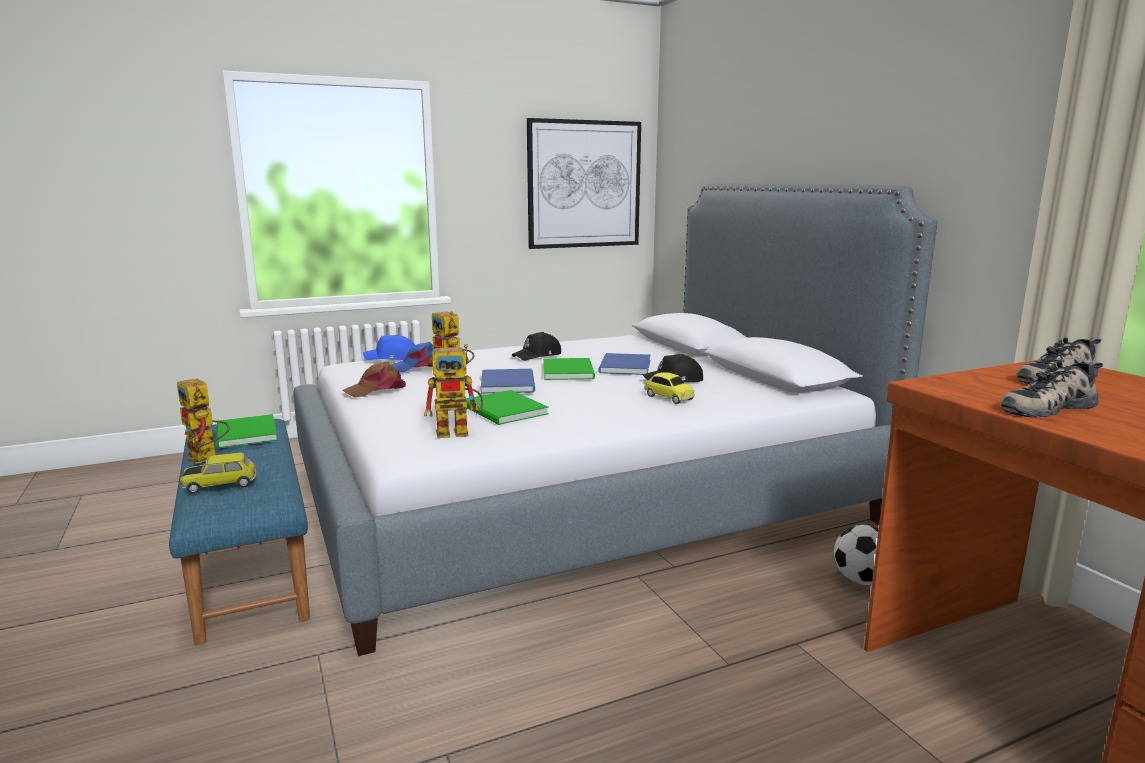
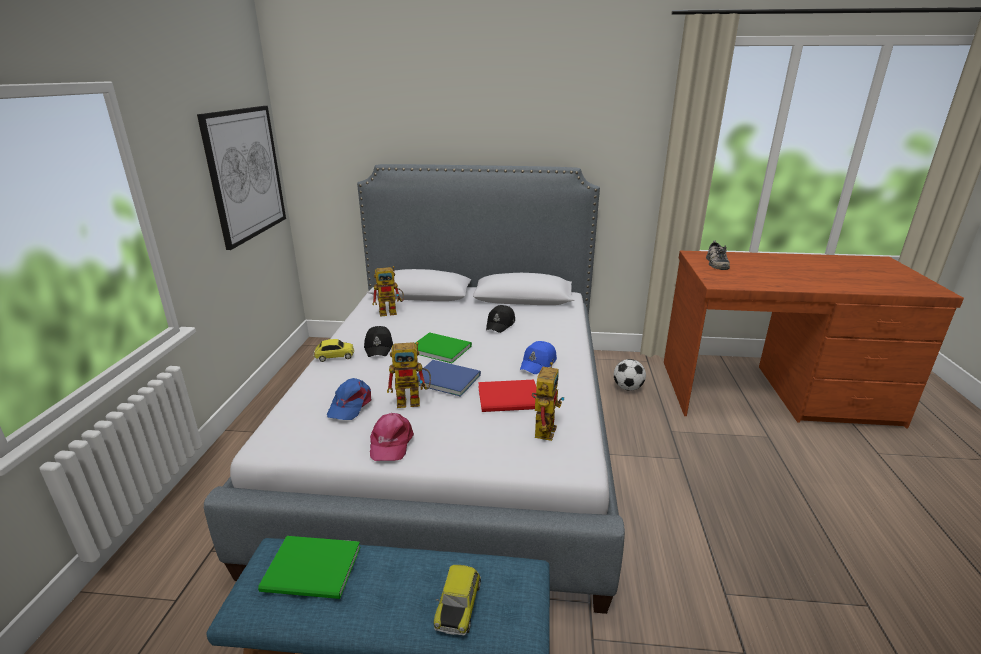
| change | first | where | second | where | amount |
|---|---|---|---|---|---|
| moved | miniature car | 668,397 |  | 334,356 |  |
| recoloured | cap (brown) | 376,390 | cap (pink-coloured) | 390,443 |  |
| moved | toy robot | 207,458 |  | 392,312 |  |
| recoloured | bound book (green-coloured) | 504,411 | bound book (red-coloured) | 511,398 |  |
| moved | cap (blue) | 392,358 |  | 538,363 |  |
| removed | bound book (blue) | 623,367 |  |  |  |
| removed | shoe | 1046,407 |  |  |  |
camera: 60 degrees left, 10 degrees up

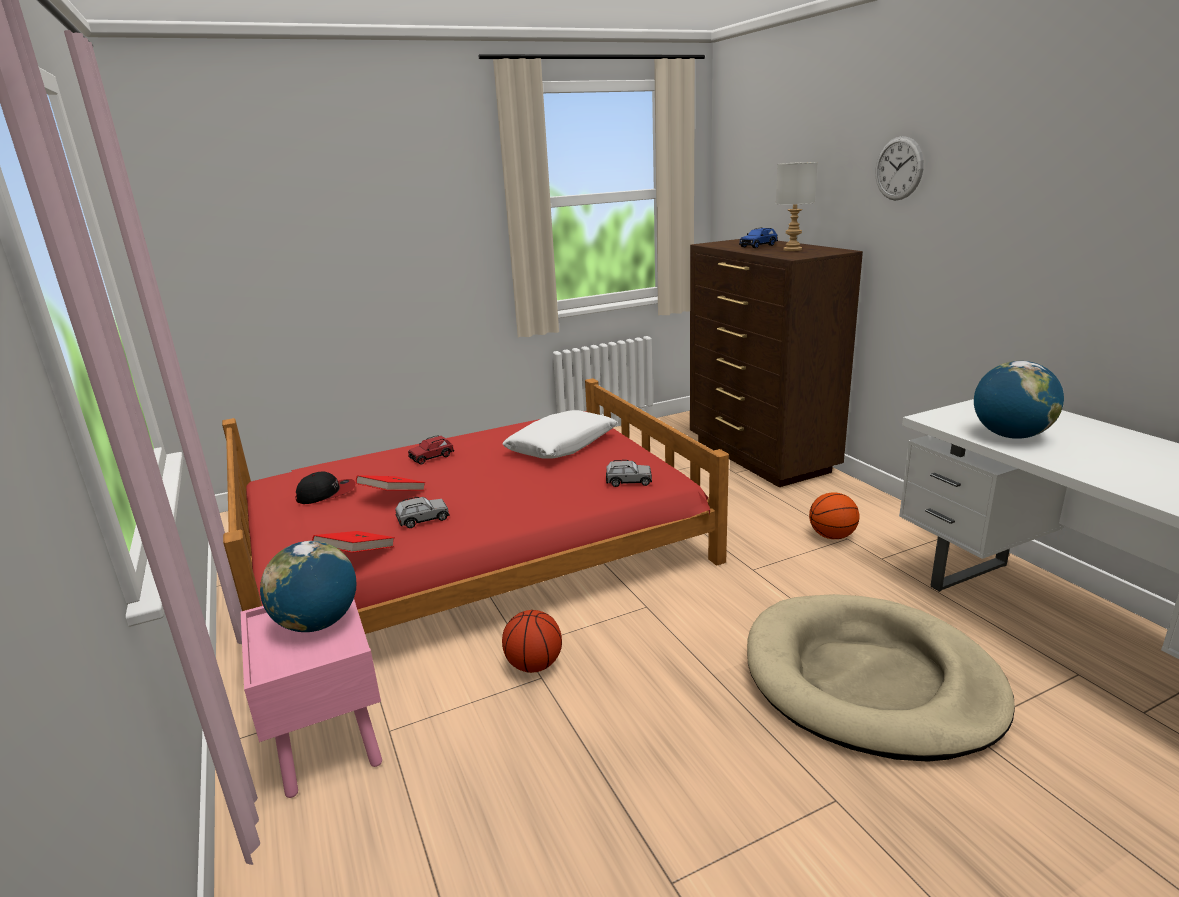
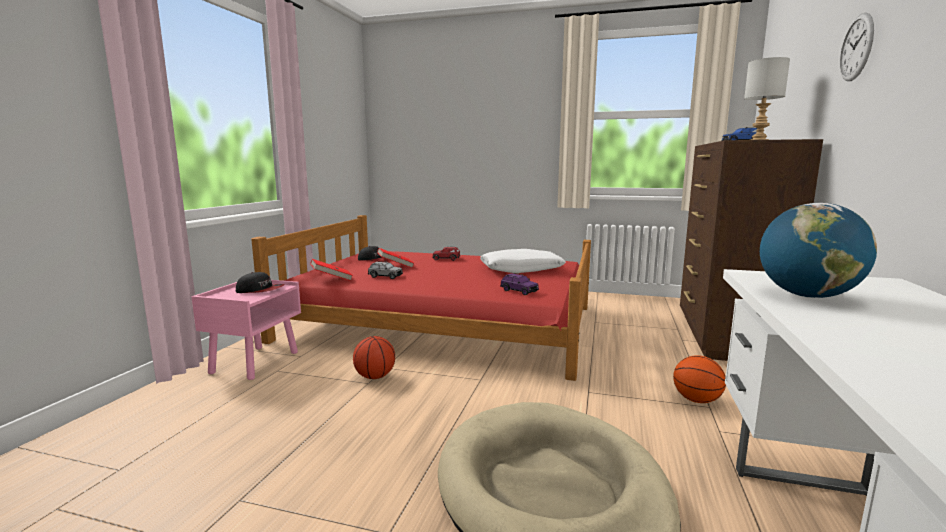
| change | first | where | second | where | amount |
|---|---|---|---|---|---|
| replaced | globe | 318,623 | cap | 260,290 |  |
| recoloured | miniature car (grey) | 628,481 | miniature car (purplish) | 519,291 |  |
camera: 40 degrees right, 10 degrees down

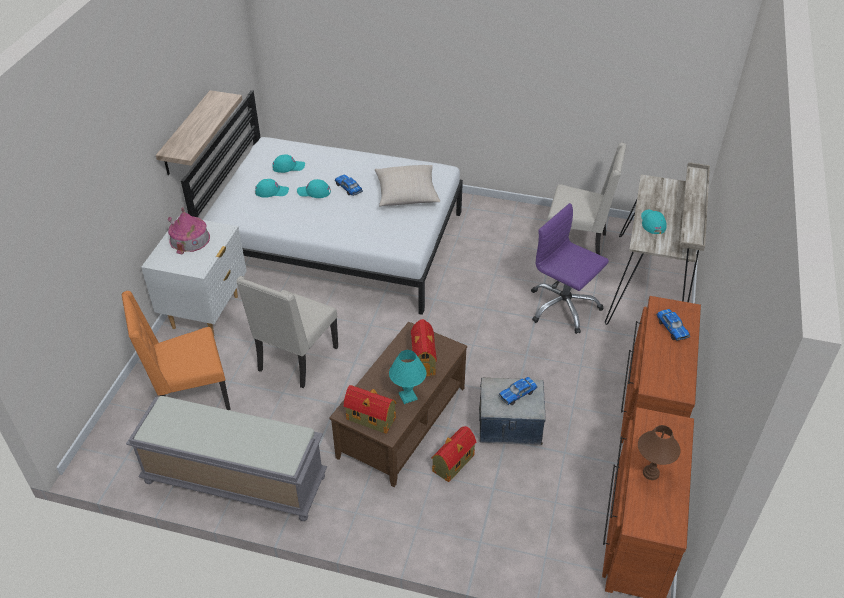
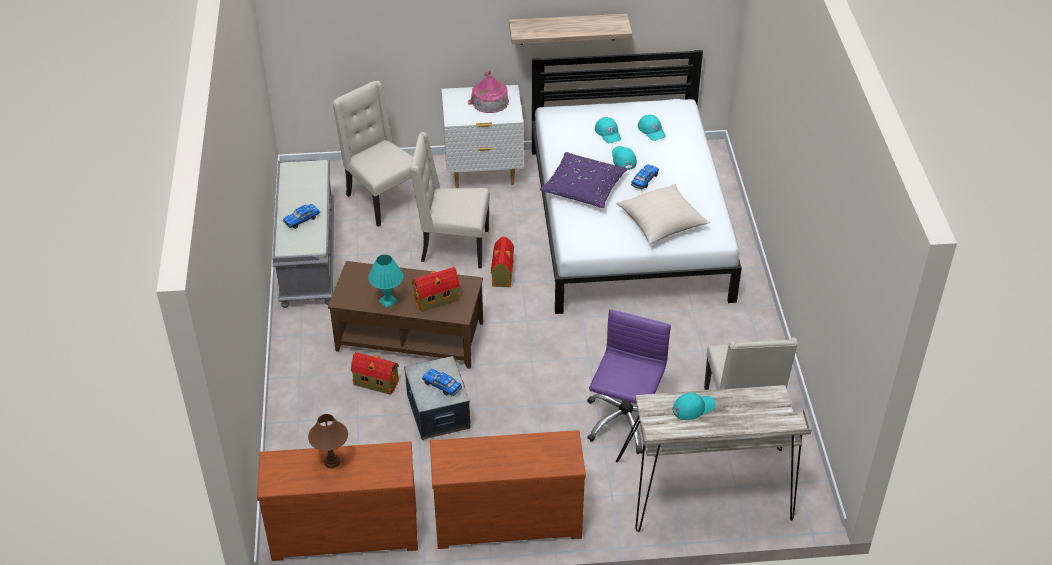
| change | first | where | second | where | amount |
|---|---|---|---|---|---|
| moved | miniature car | 671,328 |  | 302,219 |  |
| recoloured | upright chair (orangey) | 190,397 | upright chair (beige) | 382,199 |  |
| moved | toy house | 372,419 |  | 502,274 |  |
| added |  |  | pillow (purplish) | 583,187 |  |
camera: 70 degrees right, 0 degrees up

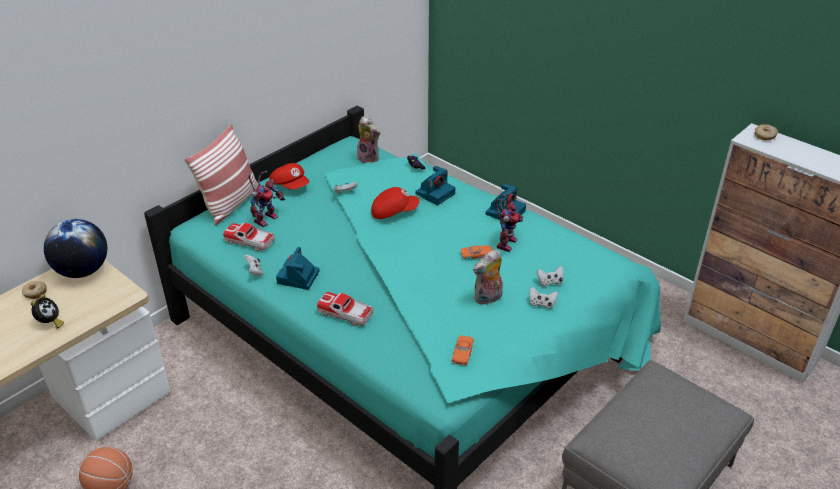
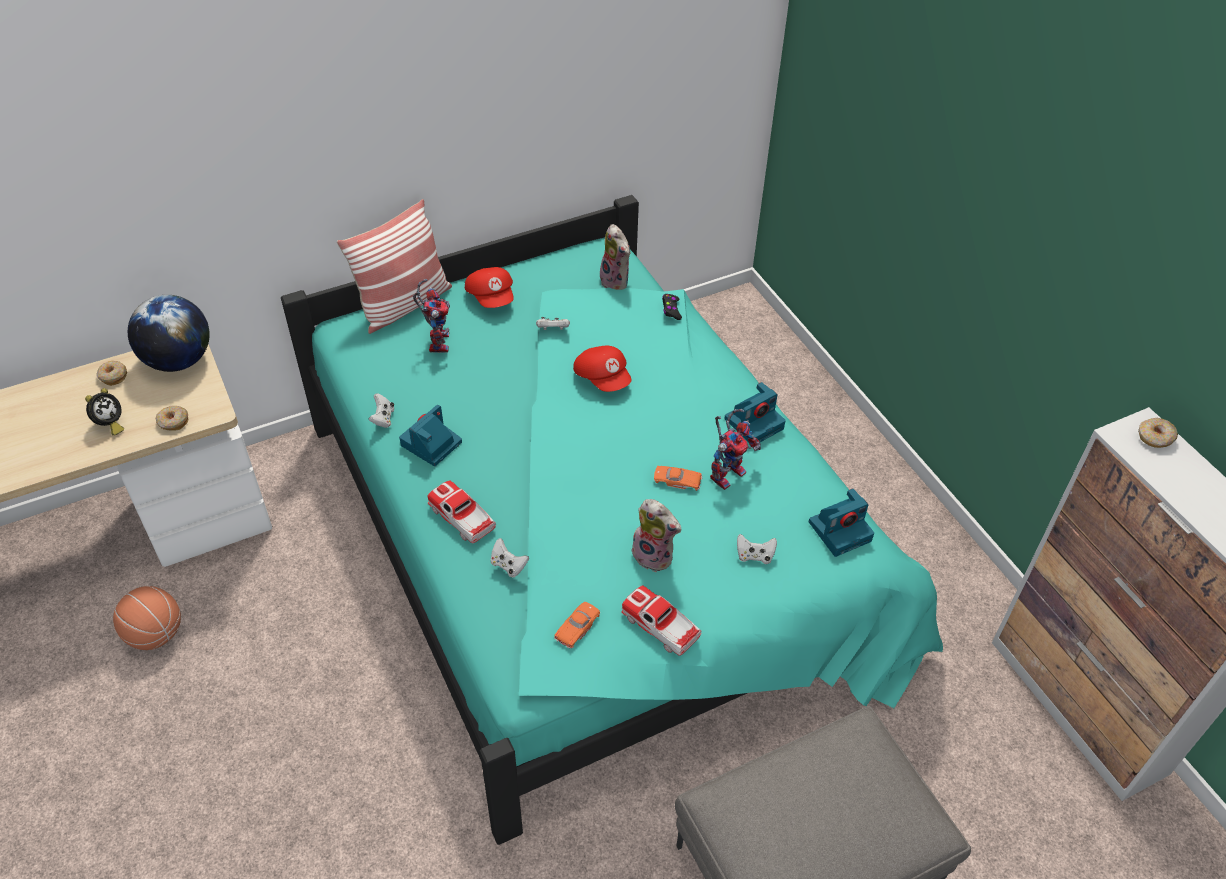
| change | first | where | second | where | amount |
|---|---|---|---|---|---|
| added |  |  | doughnut | 173,422 |  |
| turned | toy robot | 266,218 |  | 436,340 | 60 degrees counterclockwise |
| moved | game controller (white) | 541,304 |  | 508,565 |  |
| turned | cap (red-coloured) | 394,212 |  | 603,378 | 45 degrees clockwise |
| moved | miniature car | 250,241 |  | 661,626 |  |
| turned | soft toy | 488,299 |  | 655,555 | 135 degrees counterclockwise |
| moved | photo camera | 435,193 |  | 840,530 |  |
camera: 20 degrees right, 10 degrees up

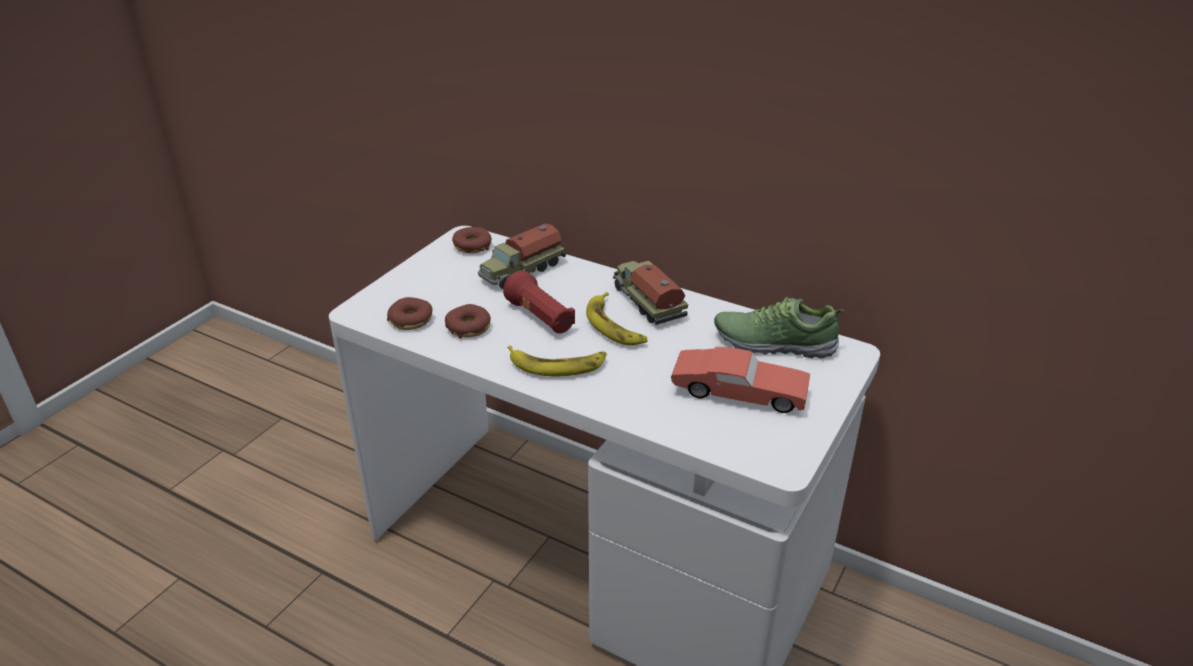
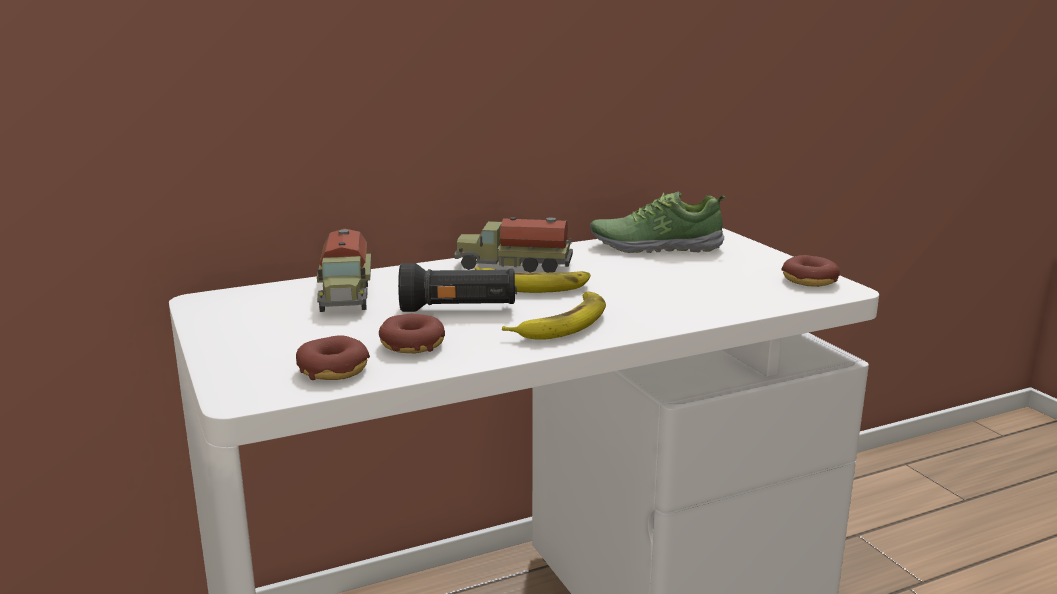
| change | first | where | second | where | amount |
|---|---|---|---|---|---|
| recoloured | torch (red-coloured) | 540,318 | torch (blackish) | 459,309 |  |
| turned | shoe | 774,343 |  | 655,246 | 45 degrees clockwise |
| moved | doughnut | 472,246 |  | 809,280 |  |
| removed | miniature car (red-coloured) | 738,394 |  |  |  |
camera: 55 degrees left, 15 degrees down

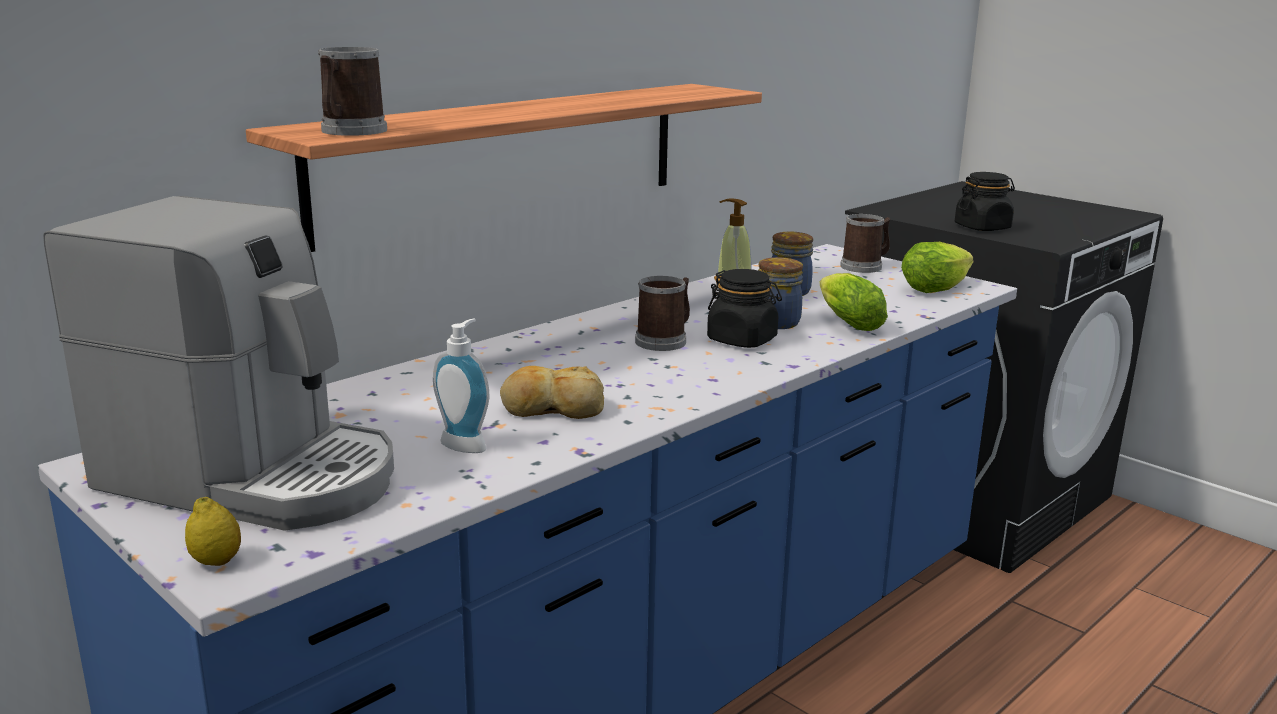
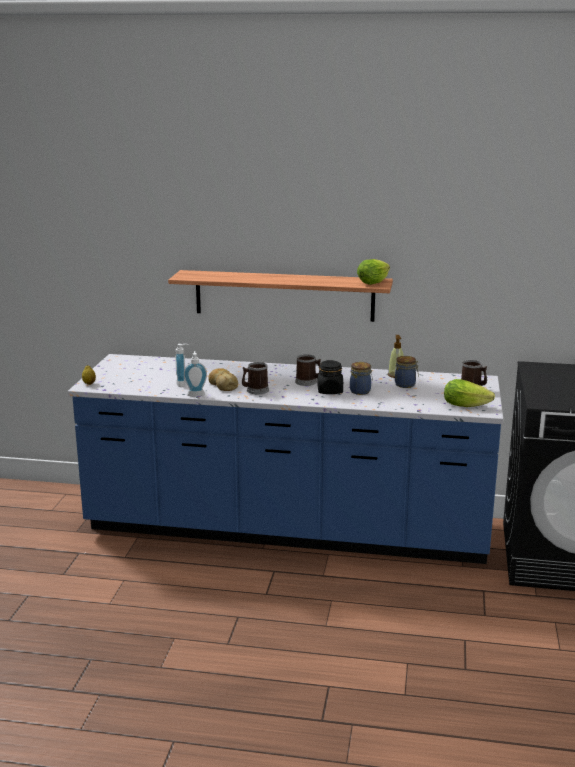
| change | first | where | second | where | amount |
|---|---|---|---|---|---|
| added |  |  | soap bottle | 196,394 |  |
| moved | mug | 350,131 |  | 255,390 |  |
| moved | lettuce head | 846,322 |  | 375,281 |  |
| removed | coffee maker | 254,476 |  |  |  |
| removed | storage jar (blackish) | 982,227 |  |  |  |
camera: 55 degrees right, 0 degrees up

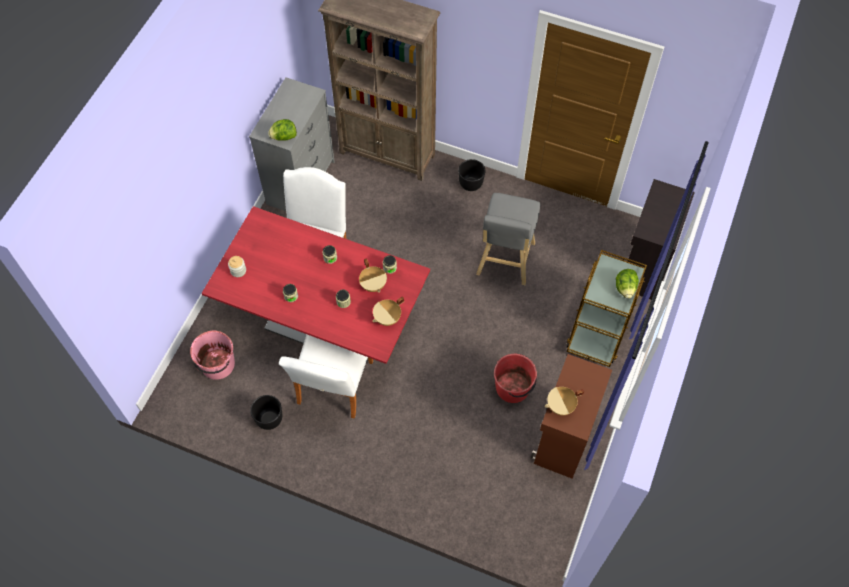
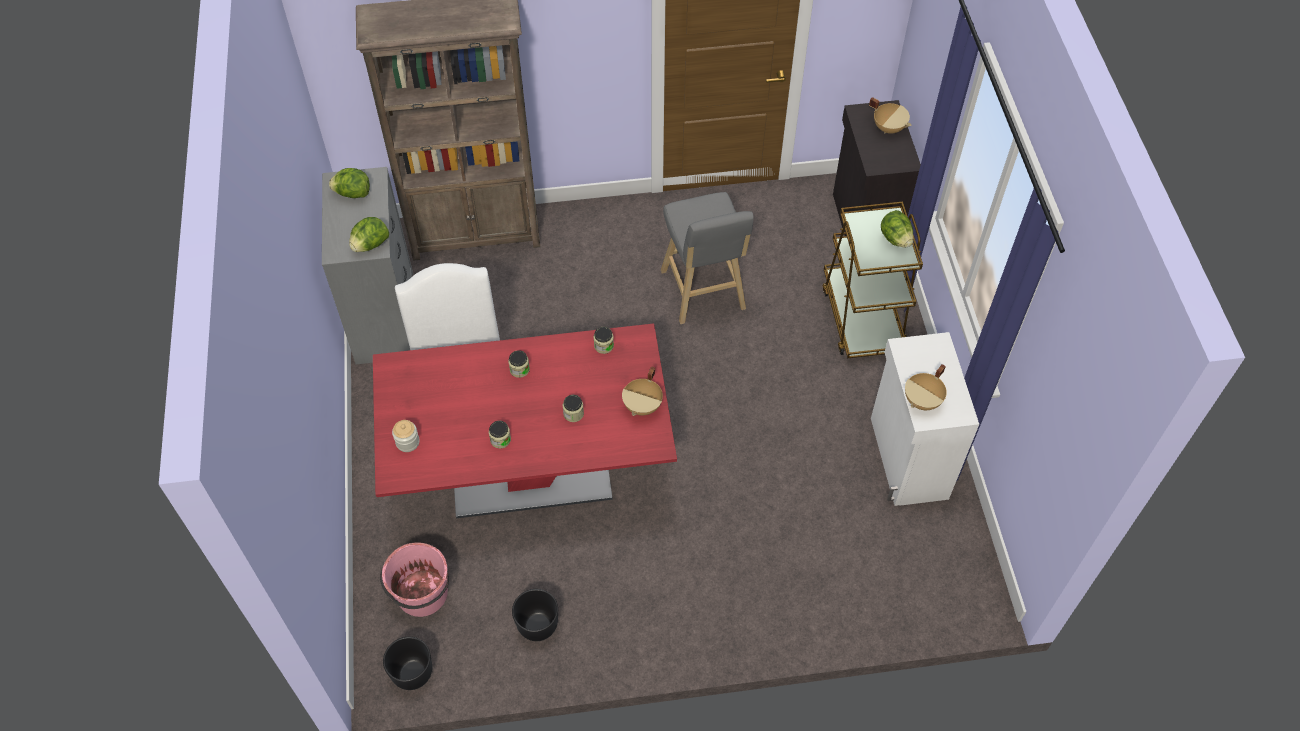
| change | first | where | second | where | amount |
|---|---|---|---|---|---|
| added |  |  | lettuce head | 353,193 |  |
| moved | flower pot (blackish) | 470,184 |  | 412,674 |  |
| moved | saucepot (beige) | 373,284 |  | 889,128 |  |
| recoloured | cabinet (brown) | 563,438 | cabinet (white) | 907,459 |  |
| removed | upright chair (white) | 333,387 |  |  |  |
| removed | bucket (red-coloured) | 513,387 |  |  |  |
camera: 30 degrees left, 5 degrees down

